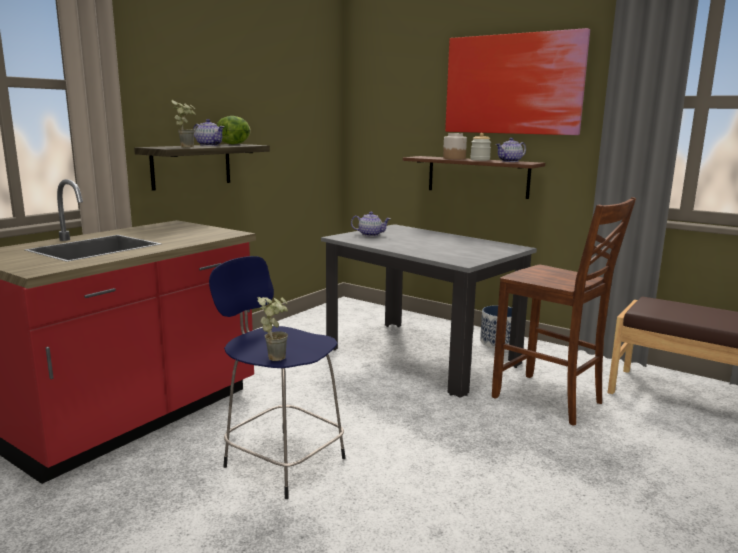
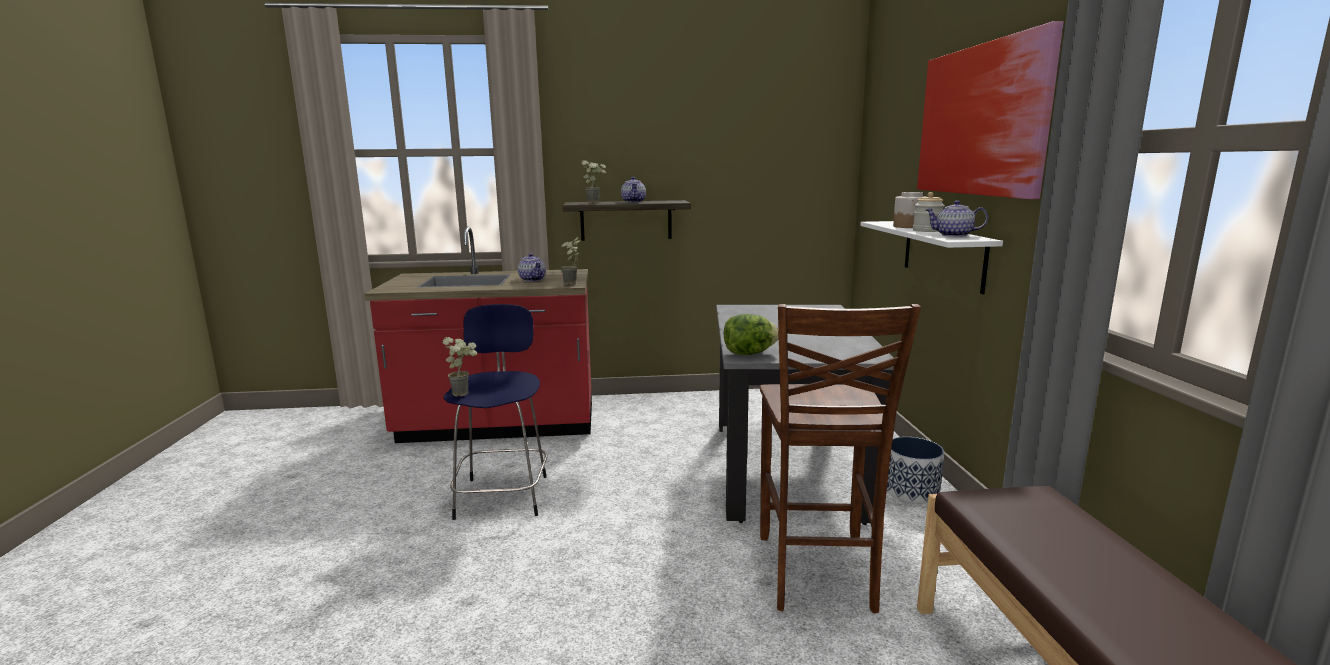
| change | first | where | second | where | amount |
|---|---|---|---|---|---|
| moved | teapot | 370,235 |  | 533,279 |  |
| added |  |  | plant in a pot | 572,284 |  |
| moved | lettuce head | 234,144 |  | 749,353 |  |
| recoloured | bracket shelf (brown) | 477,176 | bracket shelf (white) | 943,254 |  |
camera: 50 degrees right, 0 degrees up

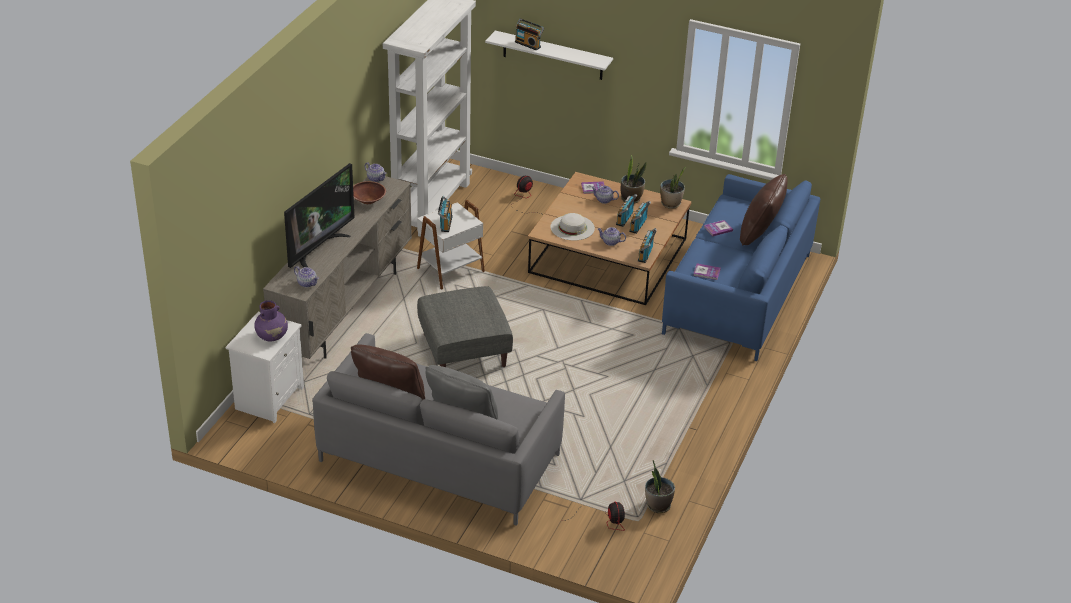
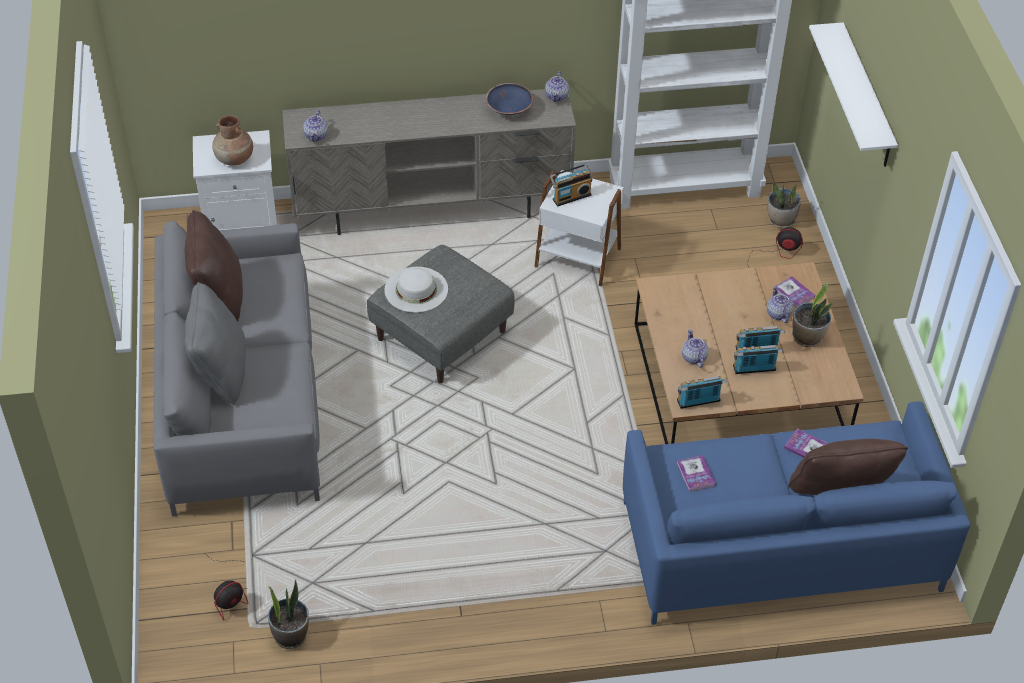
| change | first | where | second | where | amount |
|---|---|---|---|---|---|
| recoloured | vase (purplish) | 272,336 | vase (brown) | 234,159 |  |
| moved | wearable hat (white) | 572,227 |  | 416,289 |  |
| recoloured | deep dish (brown) | 368,200 | deep dish (blue) | 509,109 |  |
| moved | plant in a pot | 671,204 |  | 781,220 |  |
| removed | TV | 318,248 |  |  |  |
| removed | radio receiver | 528,44 |  |  |  |
camera: 60 degrees right, 10 degrees up

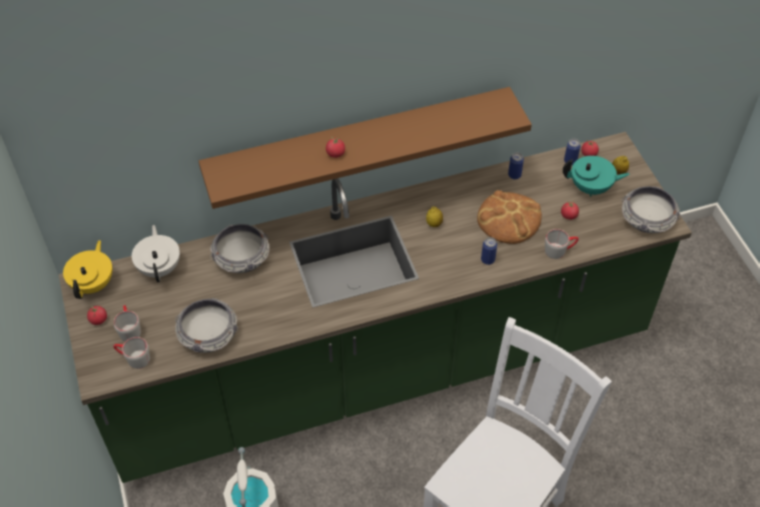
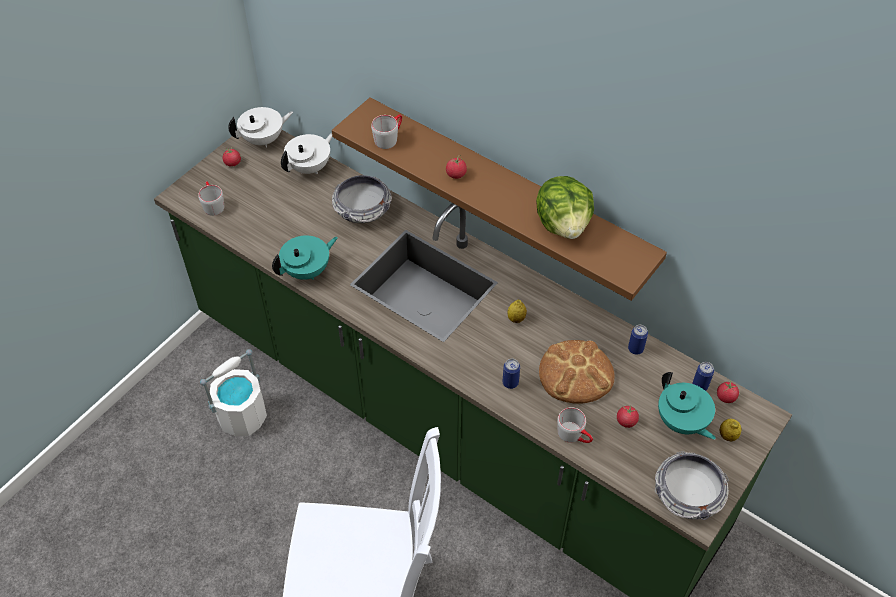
| change | first | where | second | where | amount |
|---|---|---|---|---|---|
| recoloured | teapot (yellow-coloured) | 93,283 | teapot (white) | 264,140 |  |
| added |  |  | teapot (blue-green) | 307,271 |  |
| moved | mug (grey) | 129,328 |  | 389,138 |  |
| added |  |  | lettuce head | 563,224 |  |
| removed | deep dish | 208,334 |  |  |  |
camera: 55 degrees right, 0 degrees up

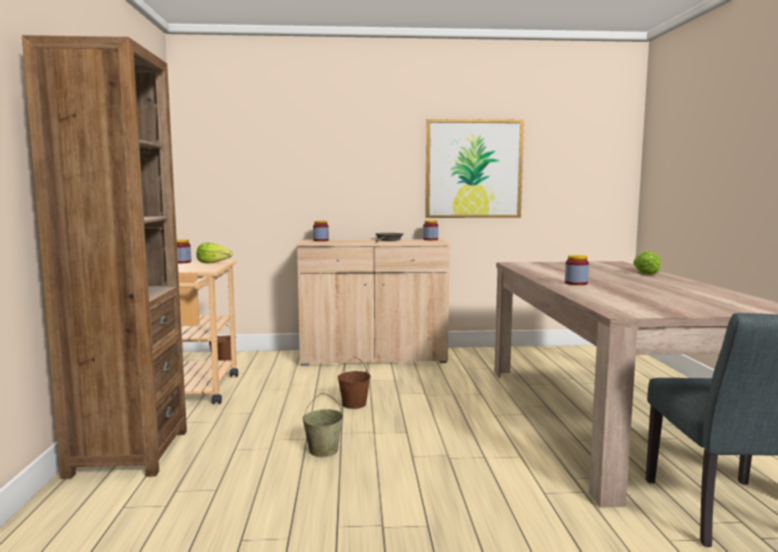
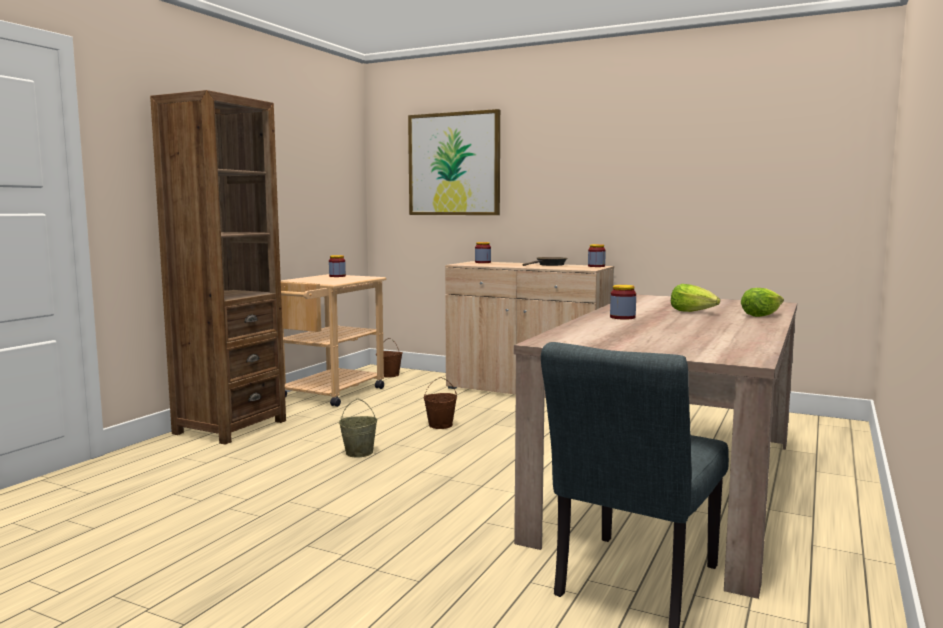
| change | first | where | second | where | amount |
|---|---|---|---|---|---|
| moved | picture | 473,169 |  | 454,164 |  |
| moved | lettuce head | 214,263 |  | 693,312 |  |
camera: 30 degrees right, 0 degrees up

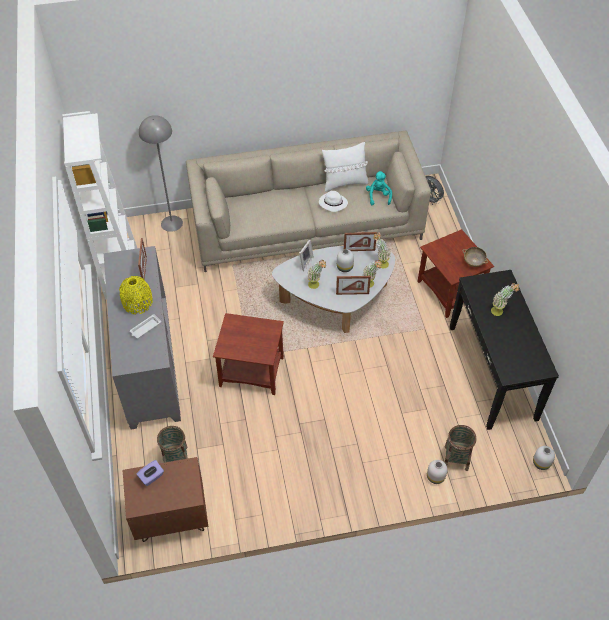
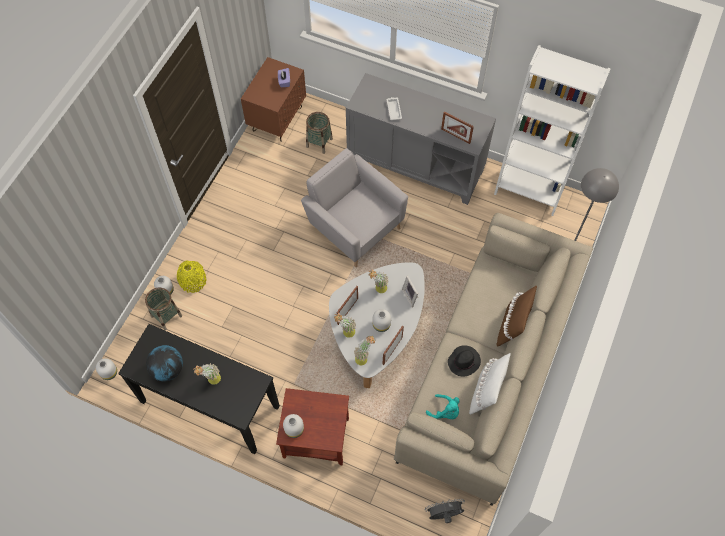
| change | first | where | second | where | amount |
|---|---|---|---|---|---|
| added |  |  | globe | 168,369 |  |
| moved | vase (yellow-coloured) | 137,302 |  | 193,281 |  |
| replaced | deep dish (beige) | 474,262 | vase (white) | 294,429 |  |
| replaced | side table (brown) | 251,372 | easy chair (grey) | 354,227 |  |
| recoloured | wearable hat (white) | 332,203 | wearable hat (blackish) | 464,361 |  |
| added |  |  | pillow (brown) | 512,326 |  |
camera: 125 degrees right, 10 degrees up

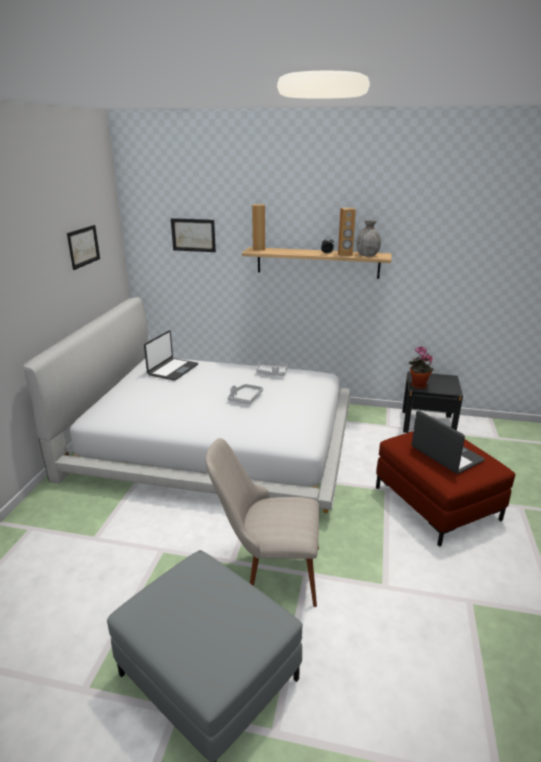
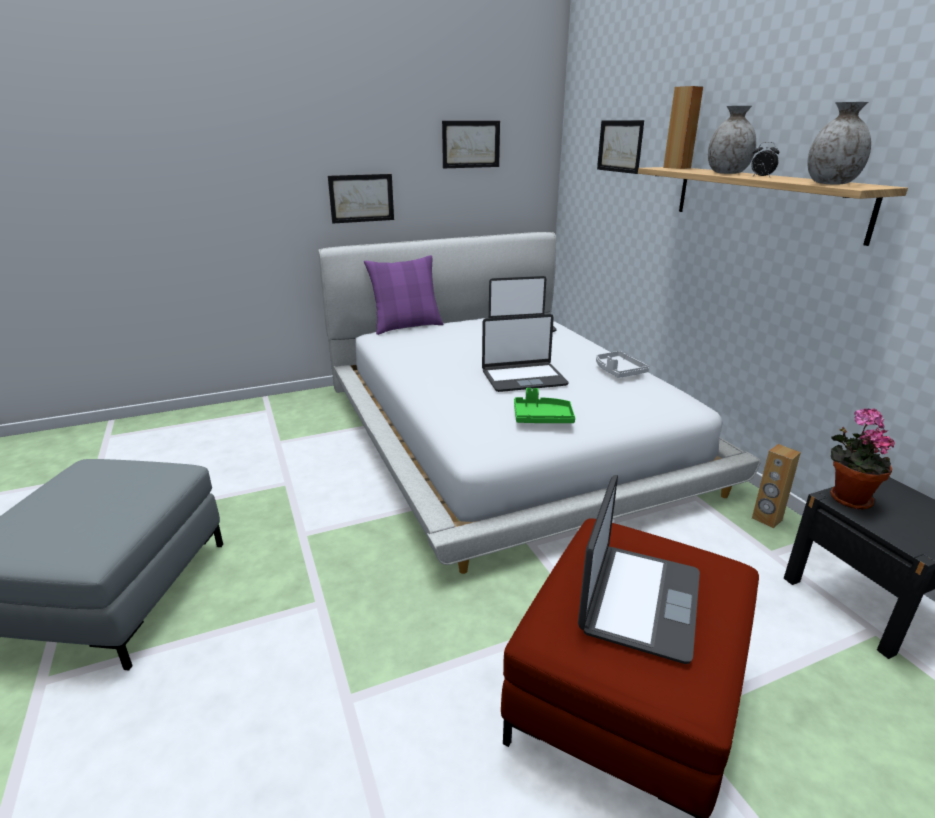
| change | first | where | second | where | amount |
|---|---|---|---|---|---|
| added |  |  | picture | 361,198 |  |
| added |  |  | pillow (purplish) | 406,326 |  |
| replaced | tray (grey) | 245,398 | portable computer | 523,378 |  |
| added |  |  | tray (green-coloured) | 542,418 |  |
| added |  |  | vase (grey) | 726,173 |  |
| moved | audio speaker (brown) | 345,255 |  | 766,519 |  |
| removed | upright chair (beige) | 268,571 |  |  |  |
camera: 55 degrees right, 0 degrees up

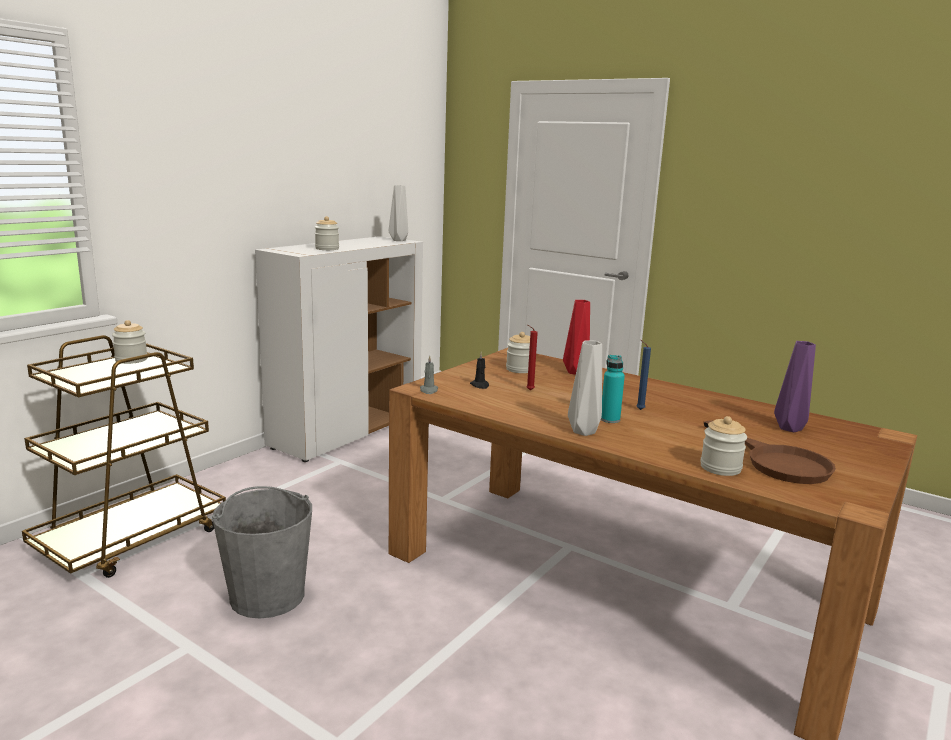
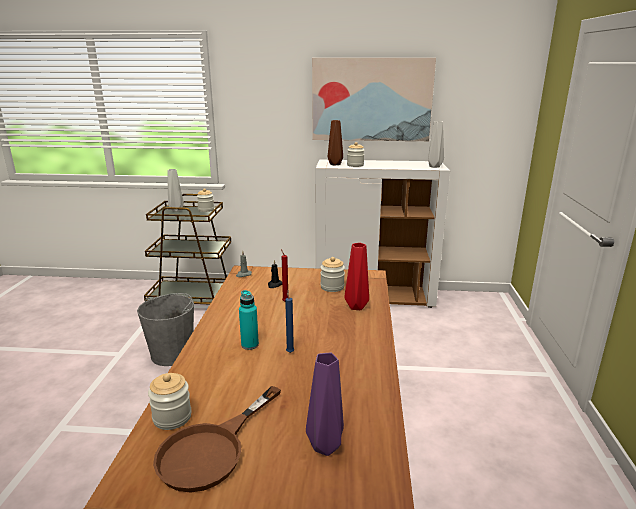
| change | first | where | second | where | amount |
|---|---|---|---|---|---|
| moved | vase (grey) | 585,432 |  | 176,210 |  |
| added |  |  | picture | 371,100 |  |
| added |  |  | vase (brown) | 334,164 |  |
camera: 60 degrees right, 5 degrees up

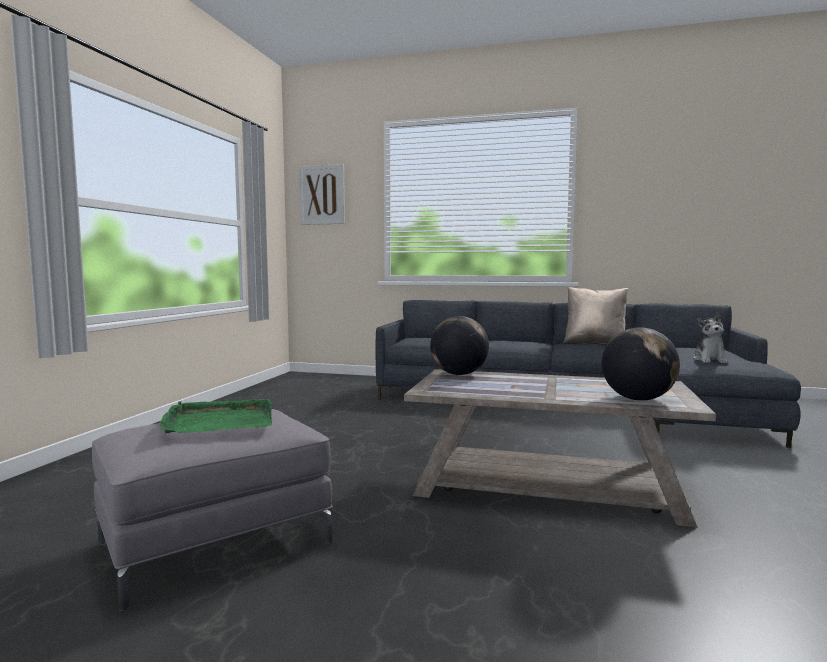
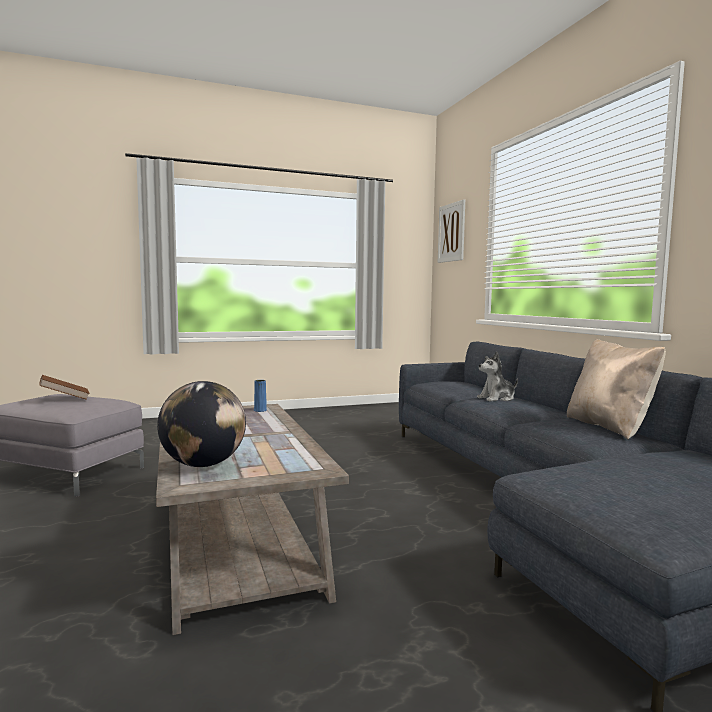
| change | first | where | second | where | amount |
|---|---|---|---|---|---|
| replaced | tray (green-coloured) | 219,421 | bound book (brown) | 65,398 |  |
| replaced | globe | 459,374 | vase (blue) | 260,410 |  |
| moved | soft toy | 710,360 |  | 497,398 |  |
camera: 55 degrees right, 0 degrees up

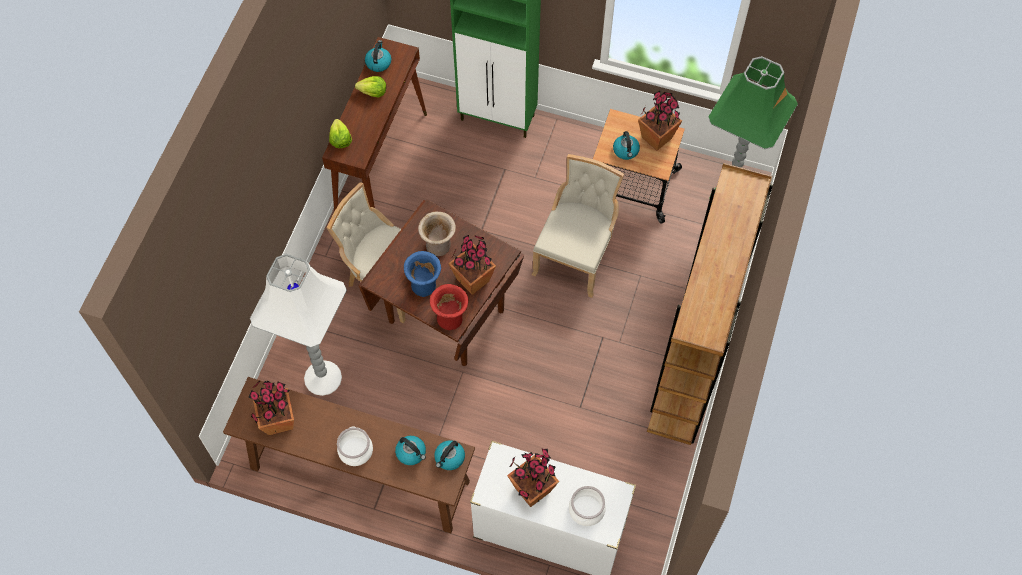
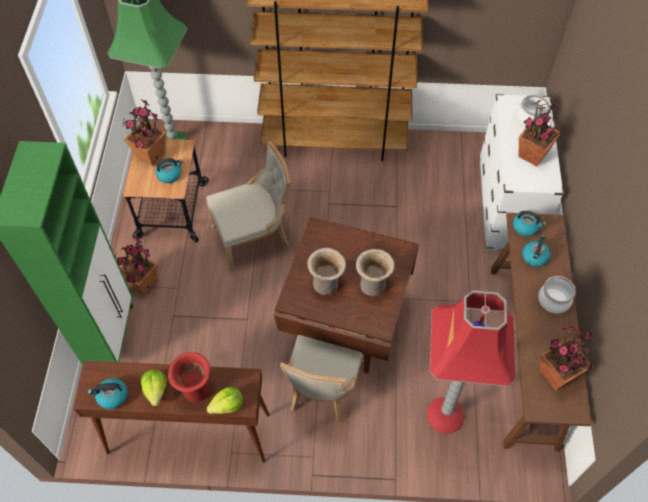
| change | first | where | second | where | amount |
|---|---|---|---|---|---|
| moved | plant in a pot | 473,280 |  | 142,283 |  |
| moved | vase (red-coloured) | 450,318 |  | 195,389 |  |
| turned | upright chair (beige) | 576,255 |  | 254,238 | 150 degrees clockwise |
| recoloured | vase (blue) | 425,286 | vase (beige) | 372,284 |  |
| recoloured | floor lamp (white) | 322,377 | floor lamp (red-coloured) | 444,415 |  |
camera: 105 degrees left, 5 degrees down

